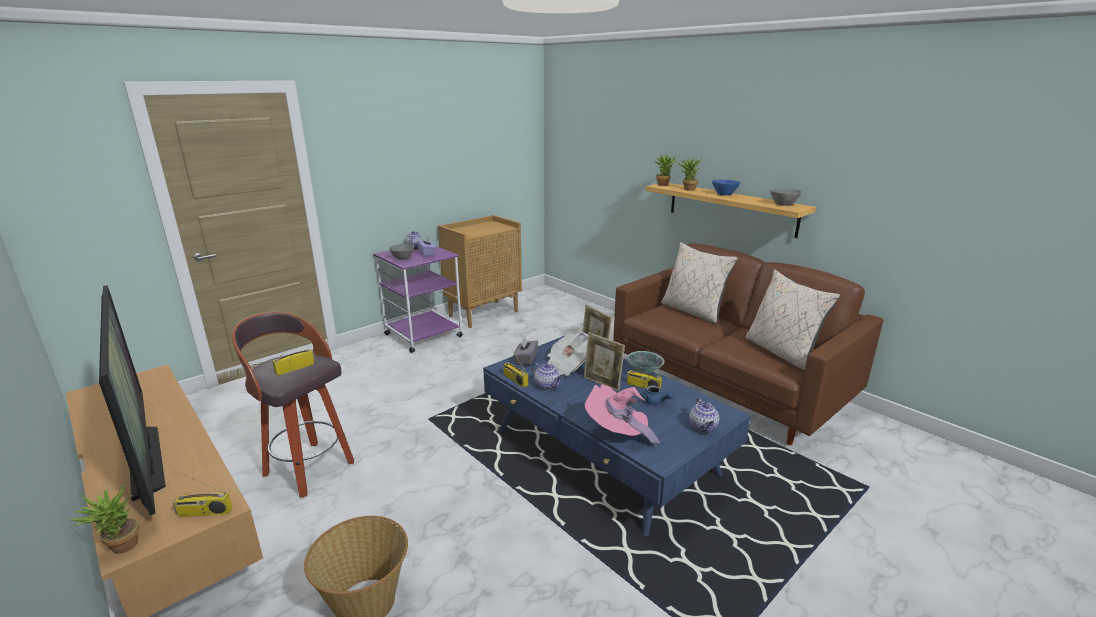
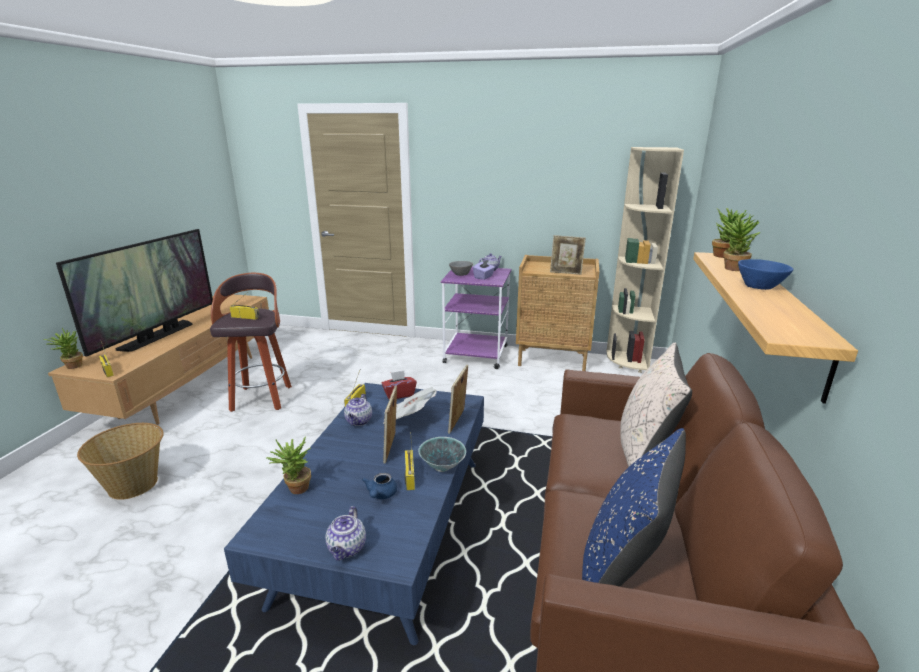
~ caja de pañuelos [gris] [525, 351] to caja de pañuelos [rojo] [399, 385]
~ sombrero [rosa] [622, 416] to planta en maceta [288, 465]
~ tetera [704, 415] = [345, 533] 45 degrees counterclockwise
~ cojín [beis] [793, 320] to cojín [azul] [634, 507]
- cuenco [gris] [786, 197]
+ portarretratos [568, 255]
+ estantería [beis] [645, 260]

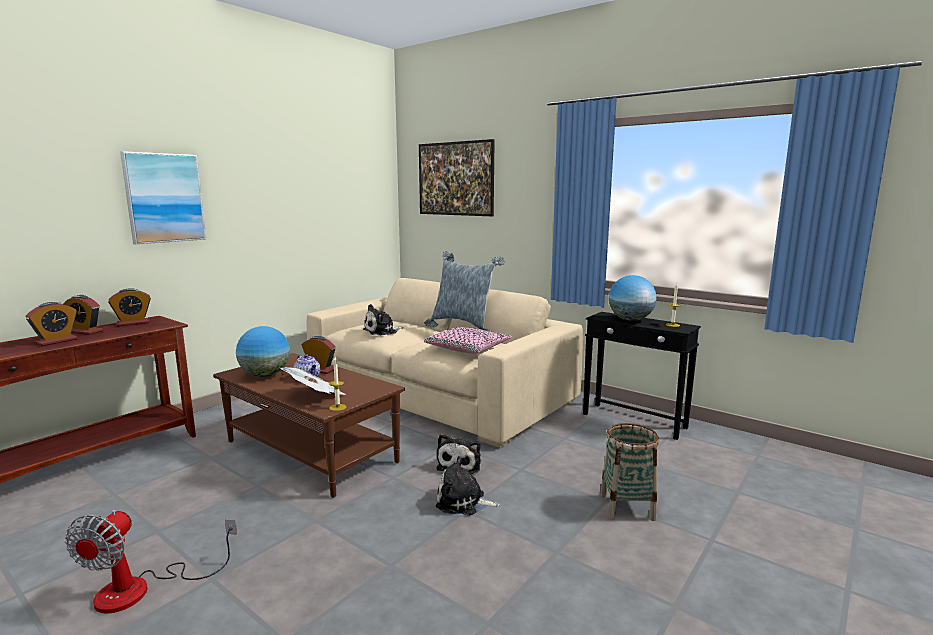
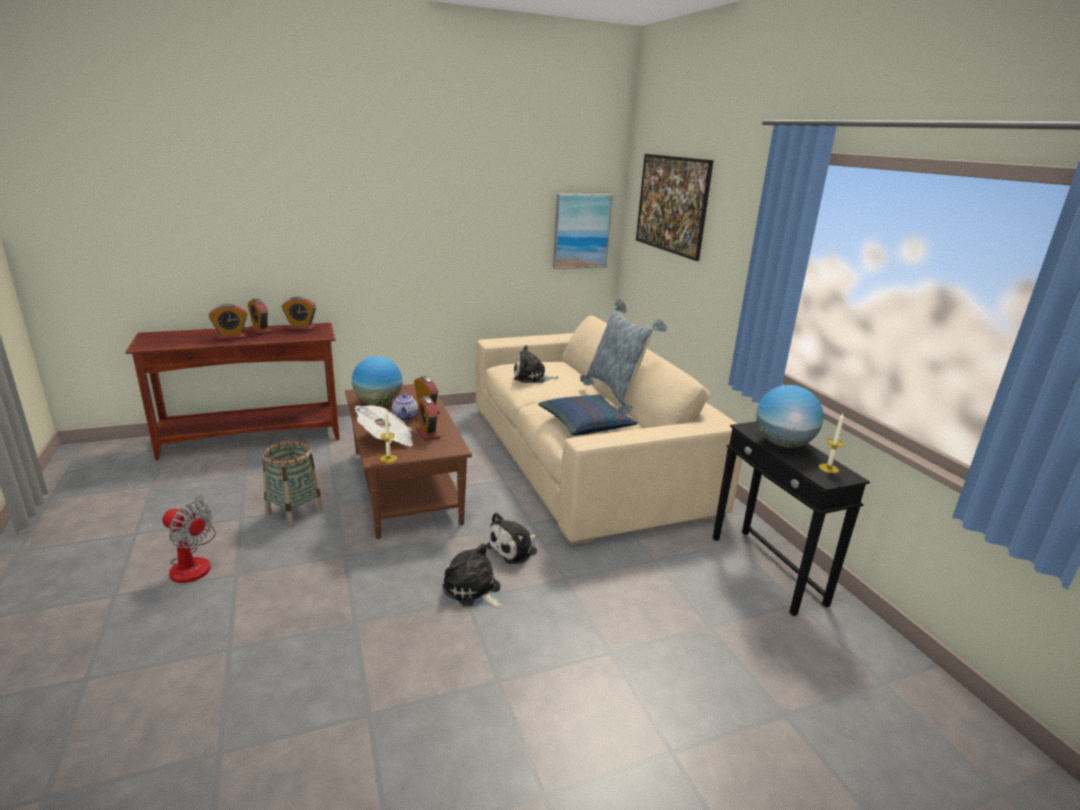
~ ventilador [151, 562] = [189, 538] 105 degrees counterclockwise
~ cuadro [163, 197] to [583, 231]
~ cojín [rosa] [468, 340] to cojín [azul] [588, 415]
~ cesta [629, 472] to [293, 484]
+ despertador [428, 418]

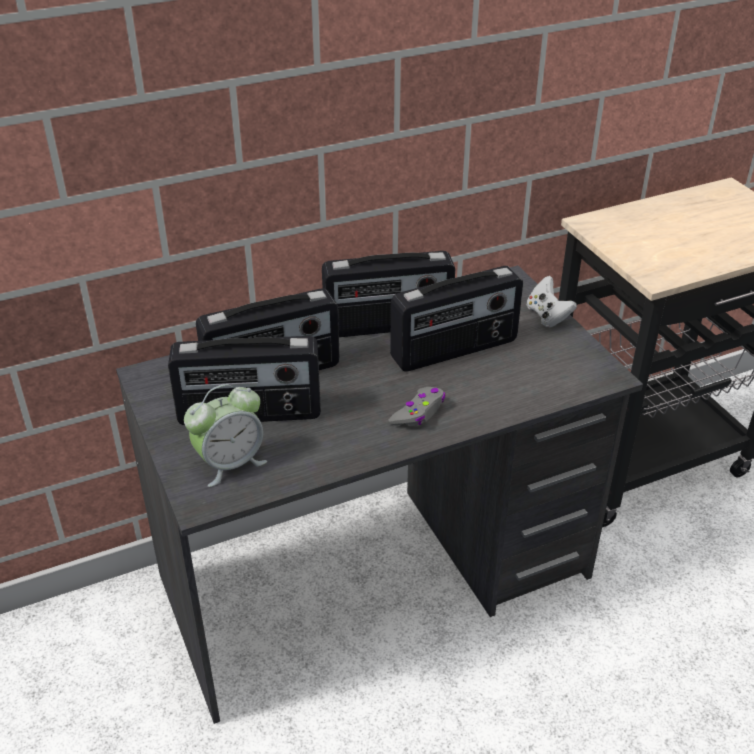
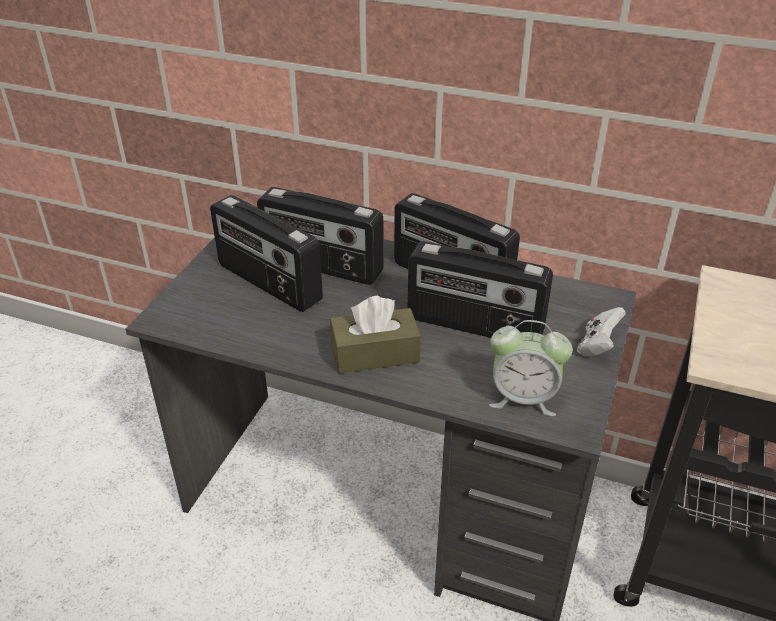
~ despertador [225, 435] to [531, 368]
~ mando de consola [gris] [417, 406] to caja de pañuelos [marrón] [375, 335]

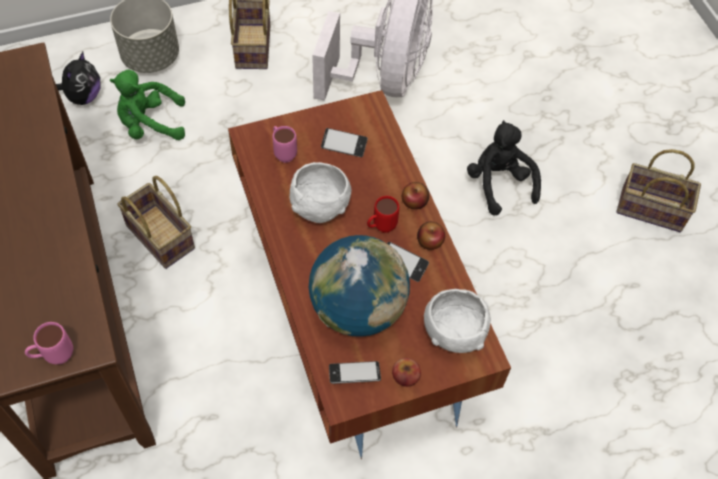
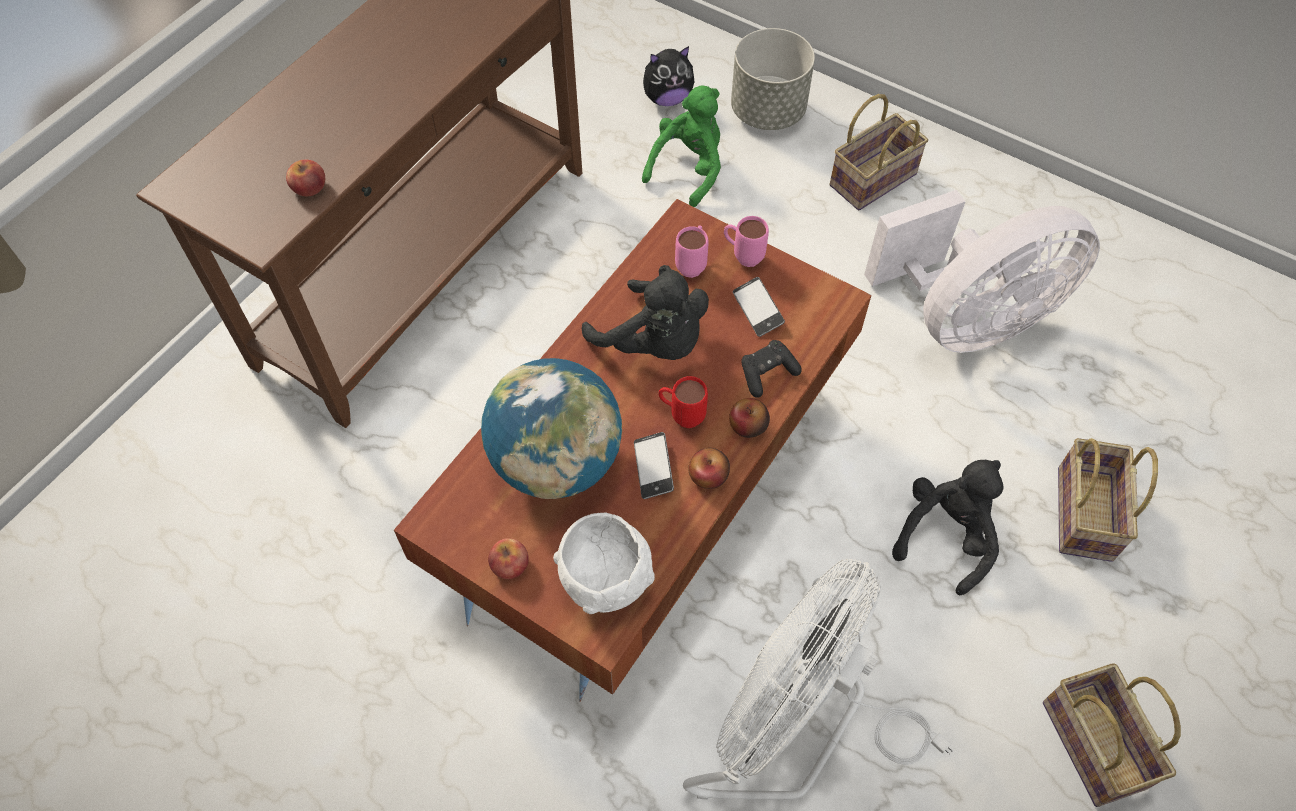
~ taza grande [rosa] [49, 343] to [746, 241]
~ peluche [verde] [147, 105] = [681, 146] 75 degrees clockwise
~ cesta [156, 222] to [1108, 500]
~ cuenco [blanco] [321, 192] to peluche [negro] [645, 312]
- móvil [355, 372]
+ manzana [305, 178]
+ ventilador [blanco] [817, 679]
+ mando de consola [negro] [772, 369]

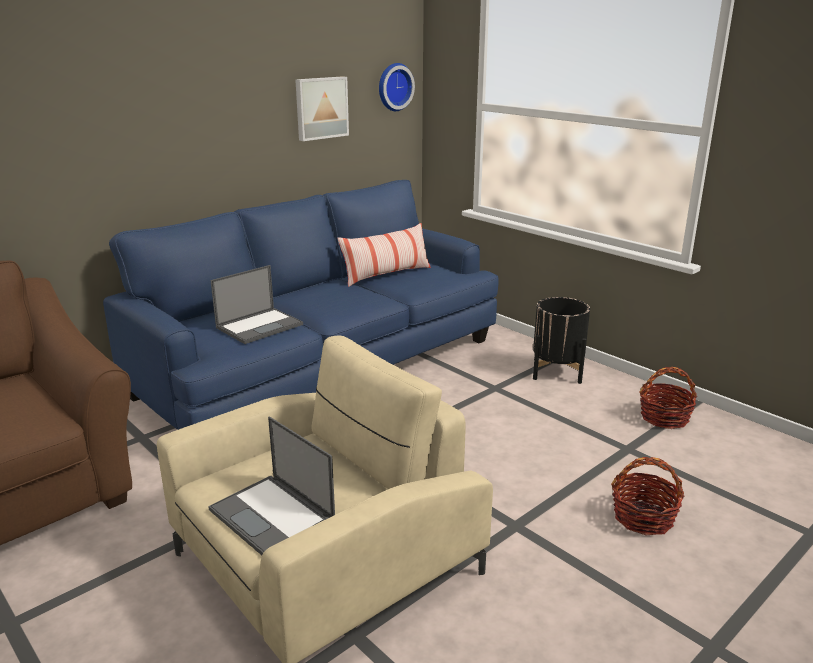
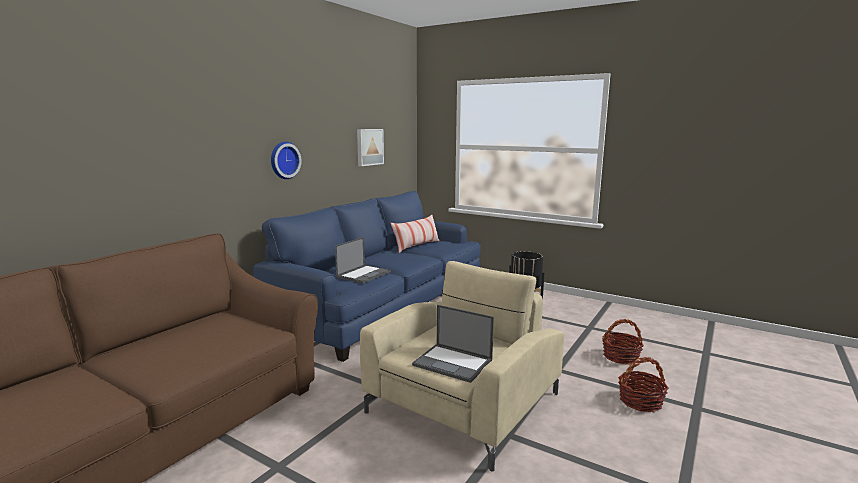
~ reloj de pared [397, 87] to [286, 160]
~ cesta [668, 398] to [643, 384]

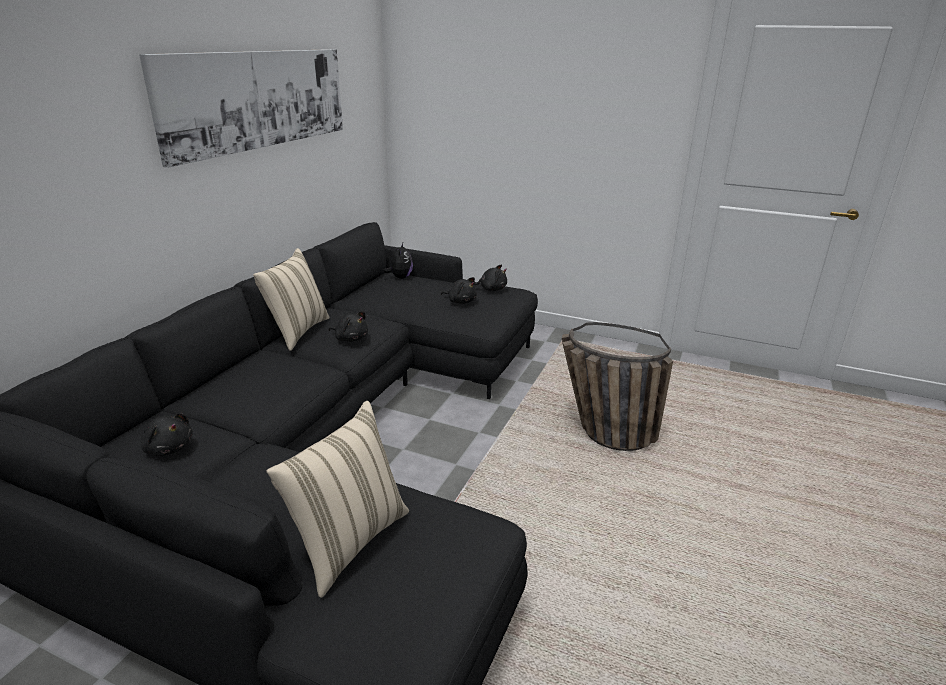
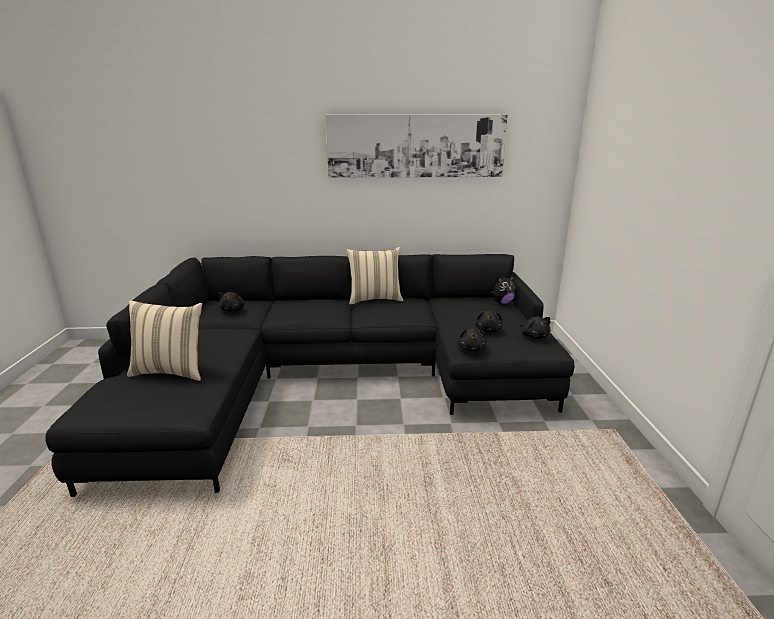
~ peluche [negro] [348, 326] to [472, 340]
- cesta [617, 386]

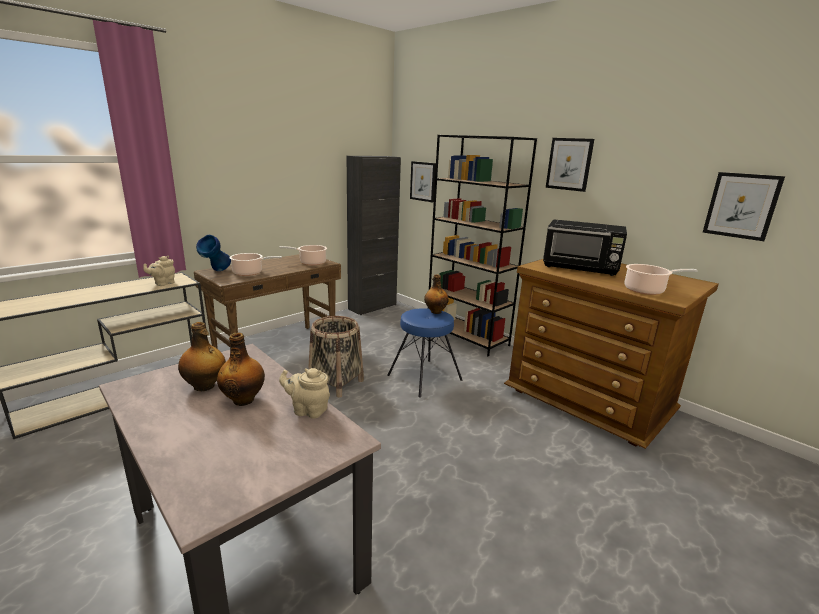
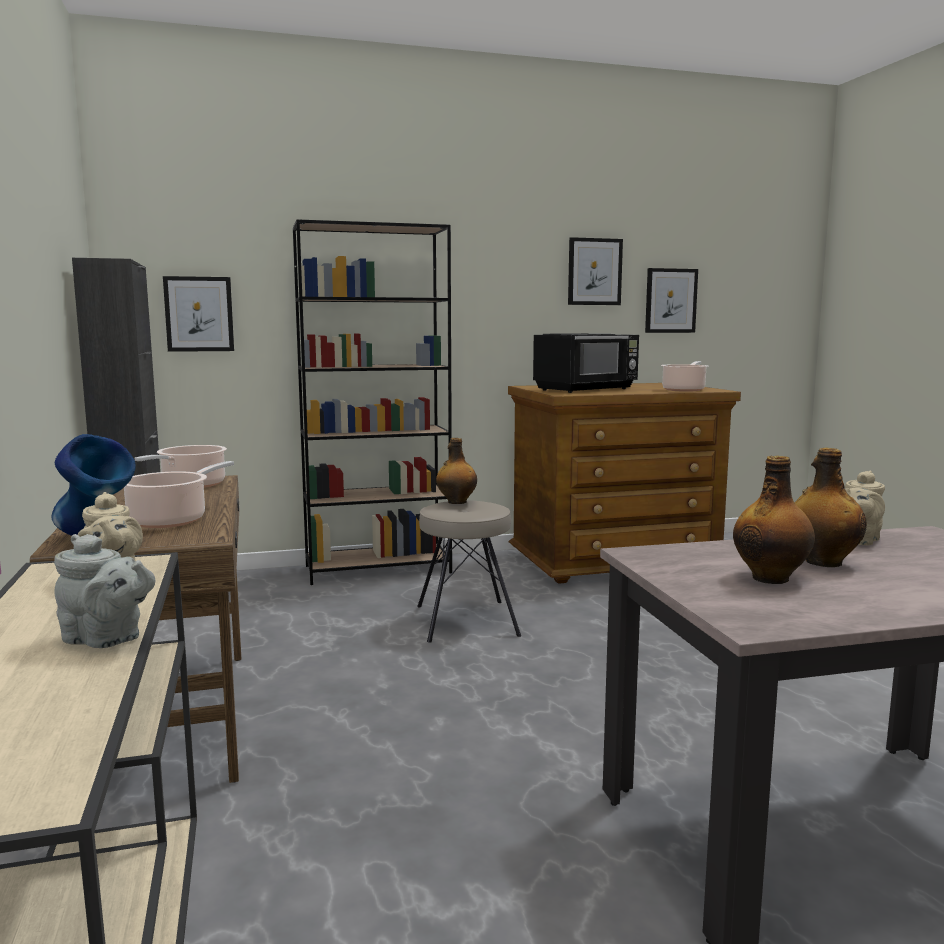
- cesta [336, 356]
~ taburete [azul] [425, 353] to taburete [beis] [469, 571]
~ cuadro [570, 165] to [595, 271]
+ tetera [gris] [105, 591]

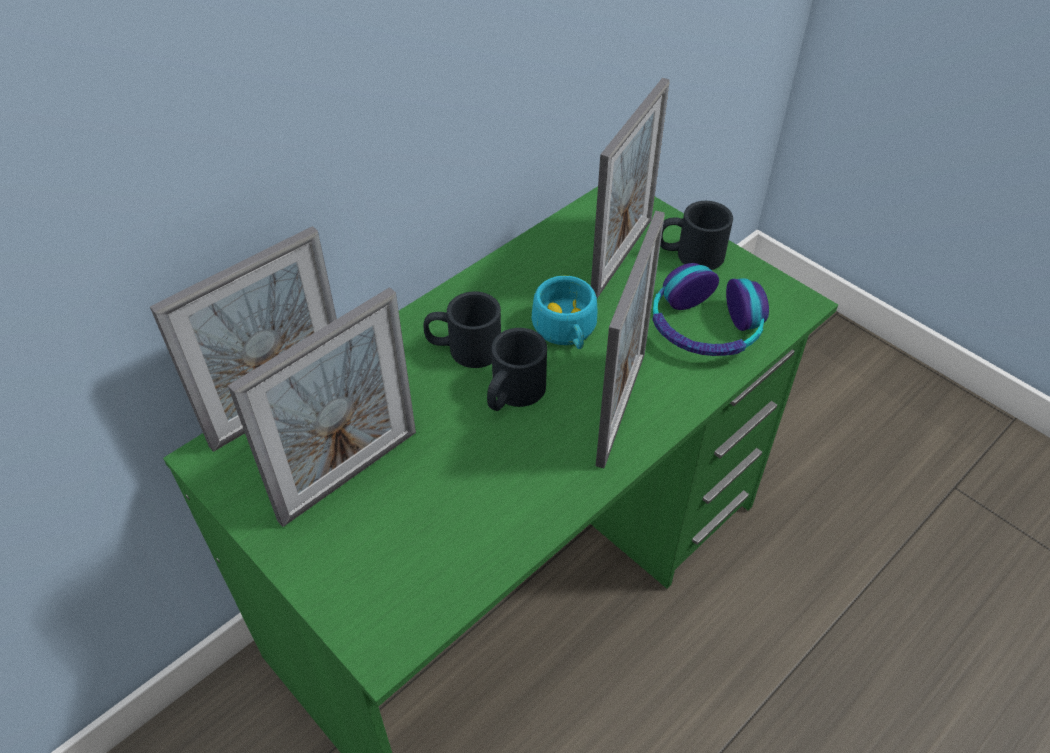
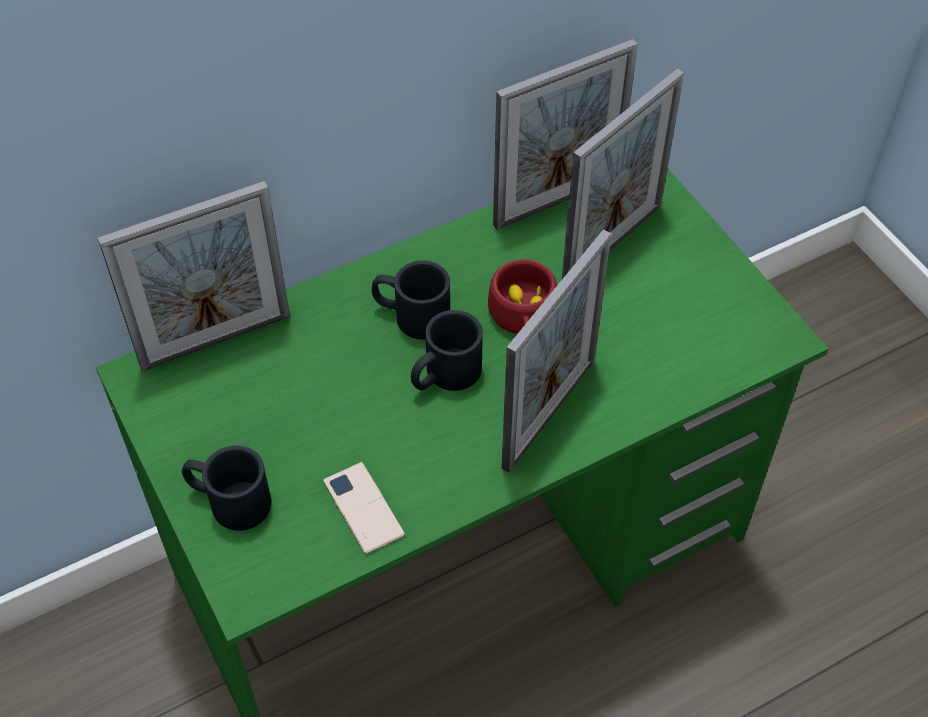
~ portarretratos [322, 407] to [565, 134]
~ taza [turquesa] [564, 312] to taza [rojo] [522, 296]
- auriculares [710, 309]
~ taza grande [negro] [696, 235] to [227, 488]
+ móvil [364, 508]

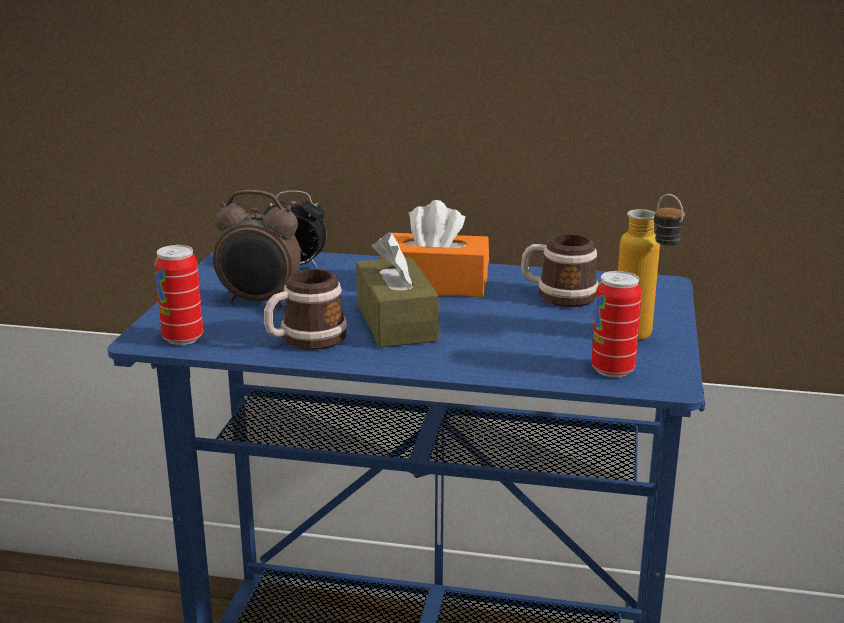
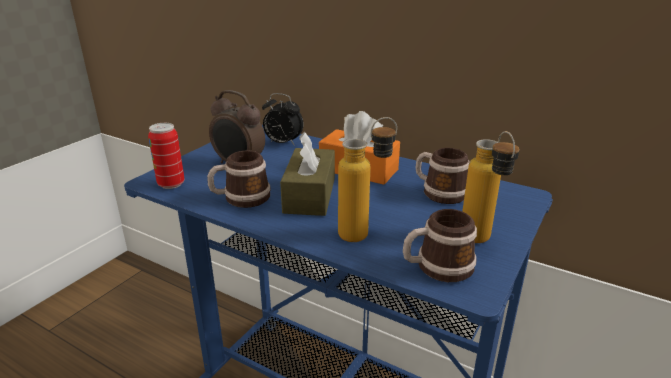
~ lata [616, 324] to taza grande [440, 245]
+ botella [367, 179]

